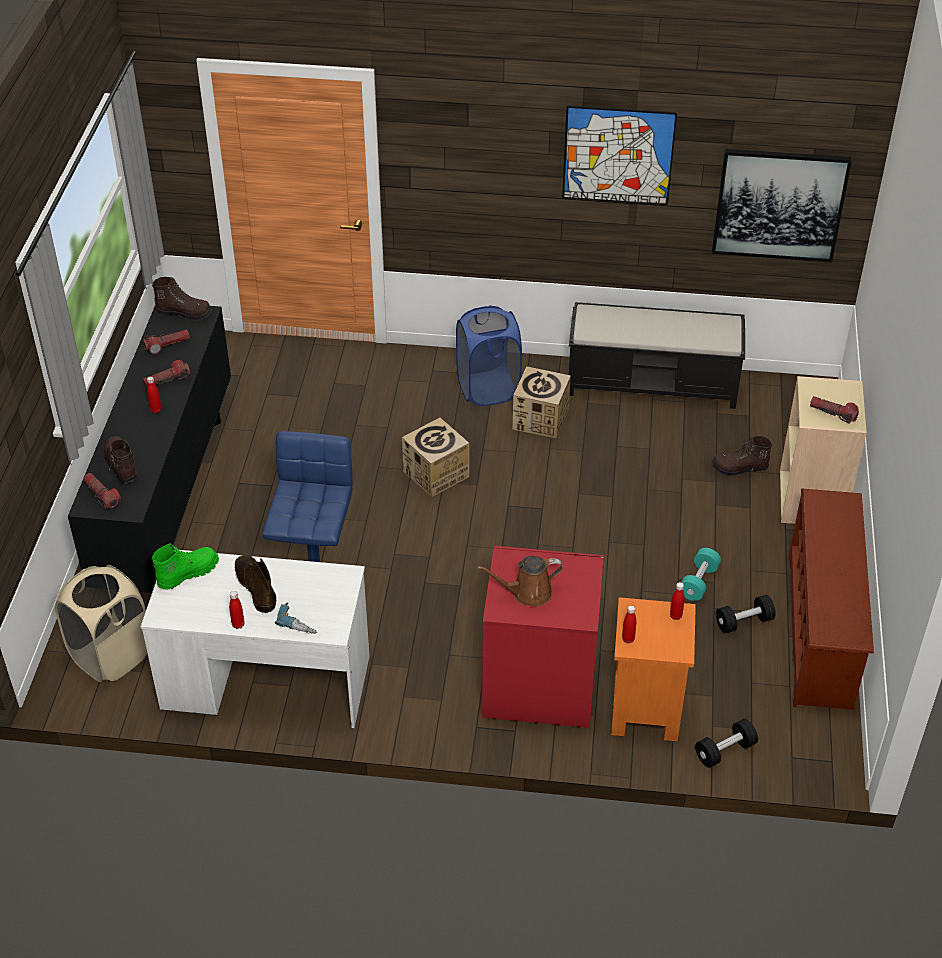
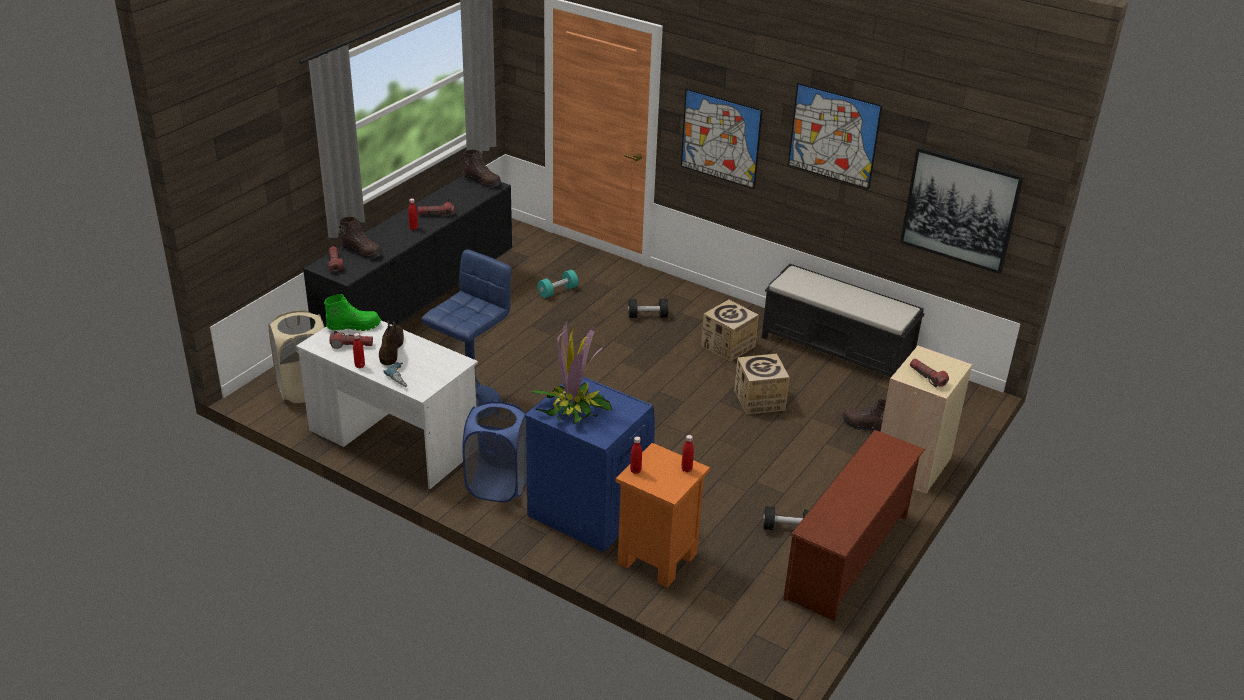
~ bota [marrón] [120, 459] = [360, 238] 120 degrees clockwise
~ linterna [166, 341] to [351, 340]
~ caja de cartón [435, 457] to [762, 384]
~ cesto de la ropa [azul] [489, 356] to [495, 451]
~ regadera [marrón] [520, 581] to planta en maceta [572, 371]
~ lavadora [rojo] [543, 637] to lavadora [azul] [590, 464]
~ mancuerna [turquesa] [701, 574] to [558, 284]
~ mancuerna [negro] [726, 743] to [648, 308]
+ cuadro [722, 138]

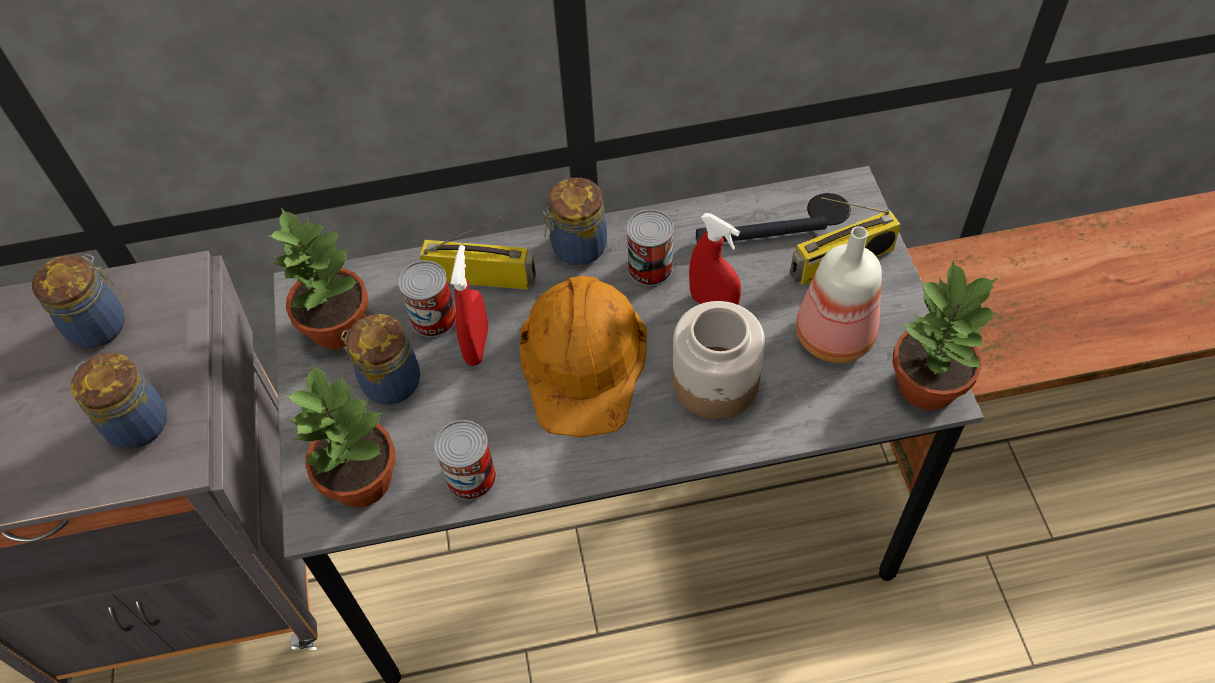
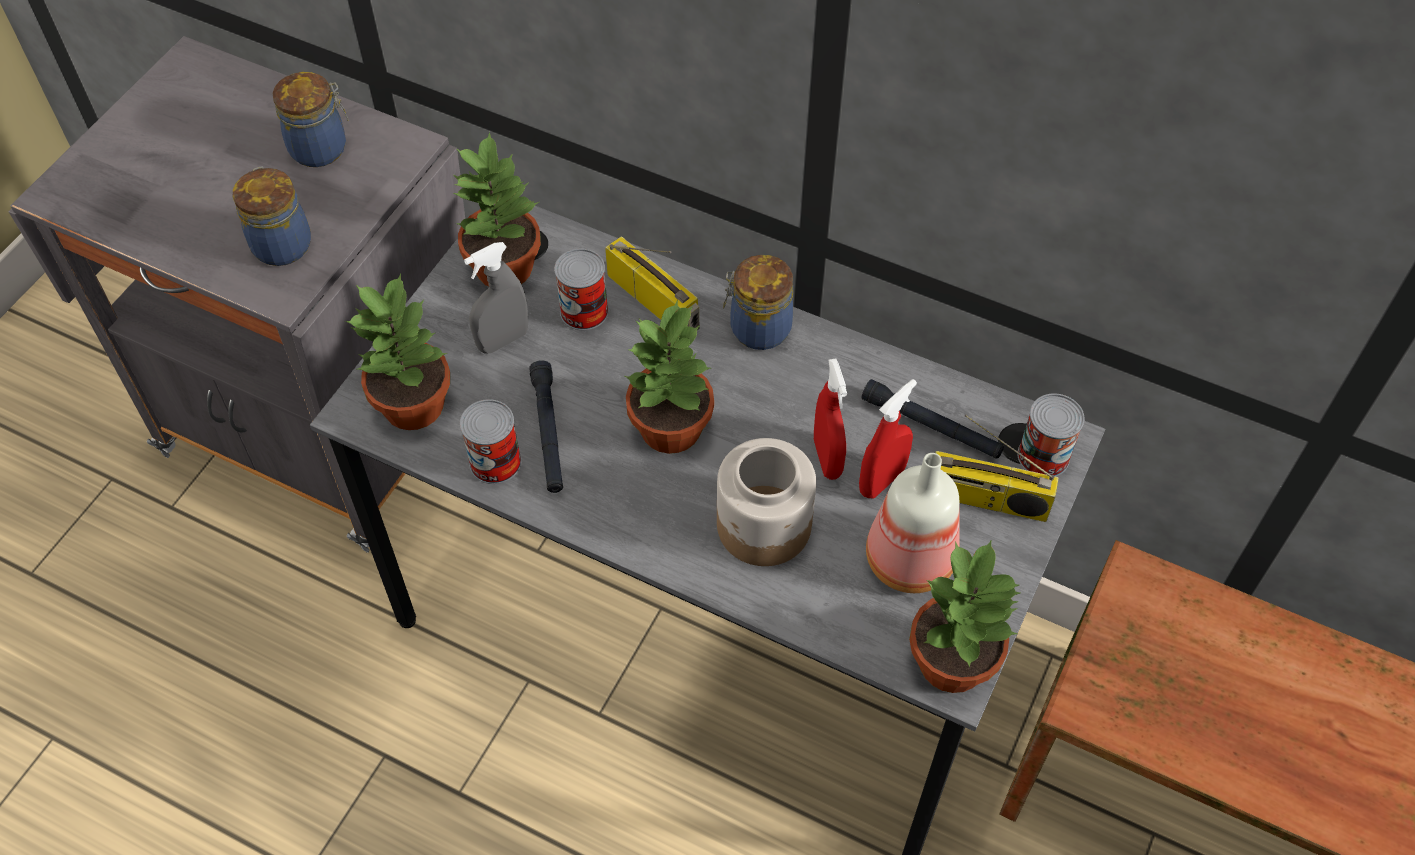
~ tarro [380, 359] to pulverizador [gris] [496, 298]
~ pulverizador [rojo] [469, 305] to [888, 438]
~ casco [naranja] [583, 356] to planta en maceta [669, 377]
~ lata [650, 248] to [1051, 435]
+ linterna [negro] [546, 426]

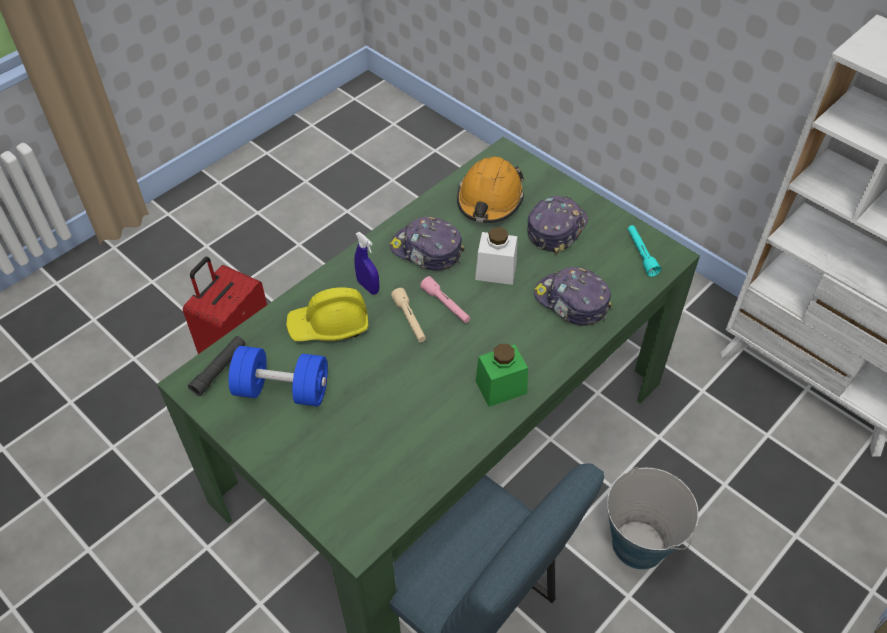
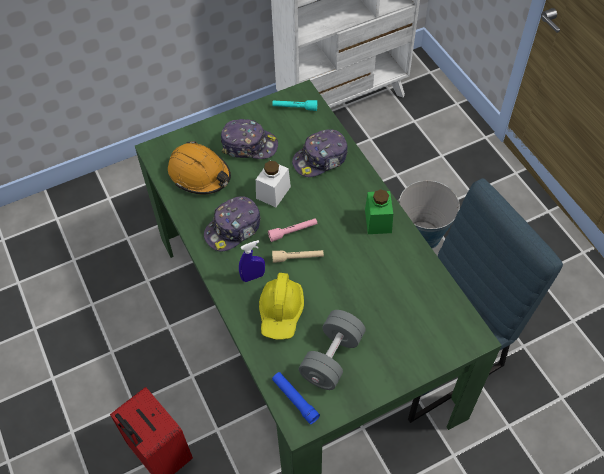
~ linterna [negro] [217, 366] to linterna [azul] [296, 398]
~ mancuerna [azul] [278, 376] to mancuerna [gris] [332, 350]
~ gorra [557, 225] = [249, 139] 135 degrees clockwise

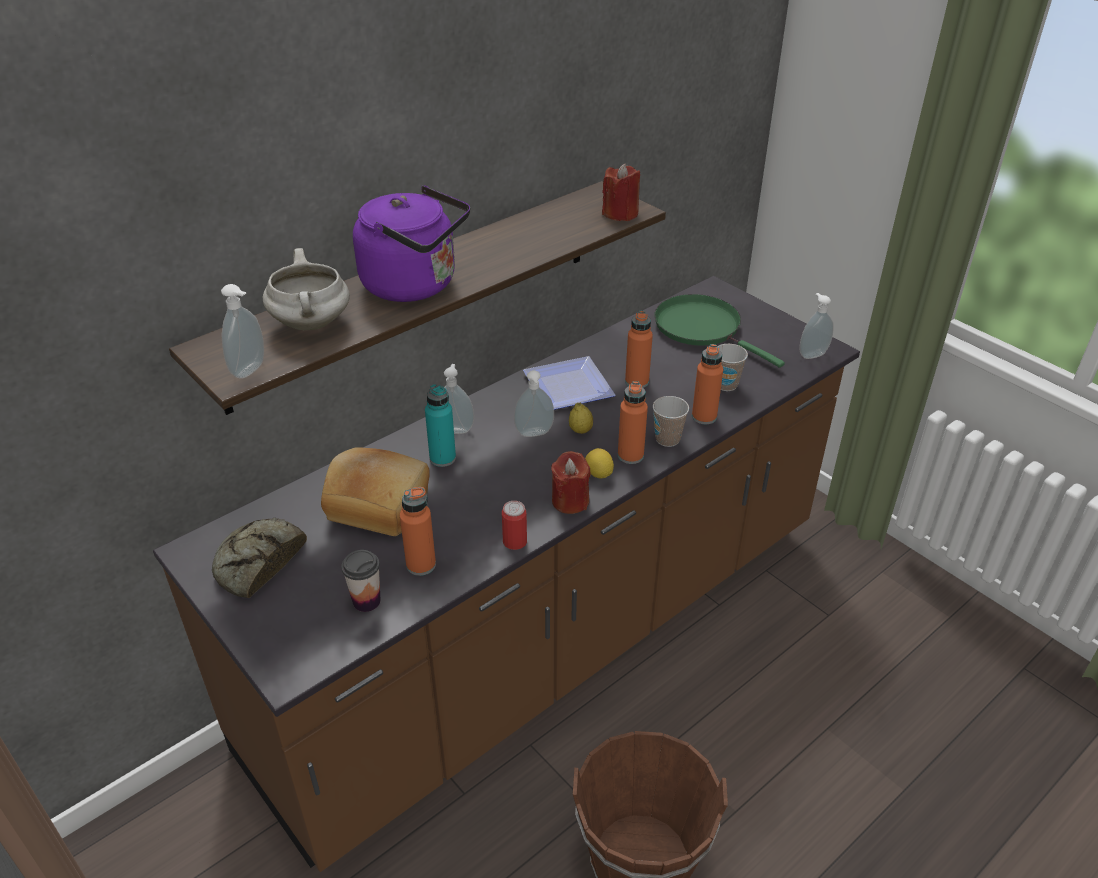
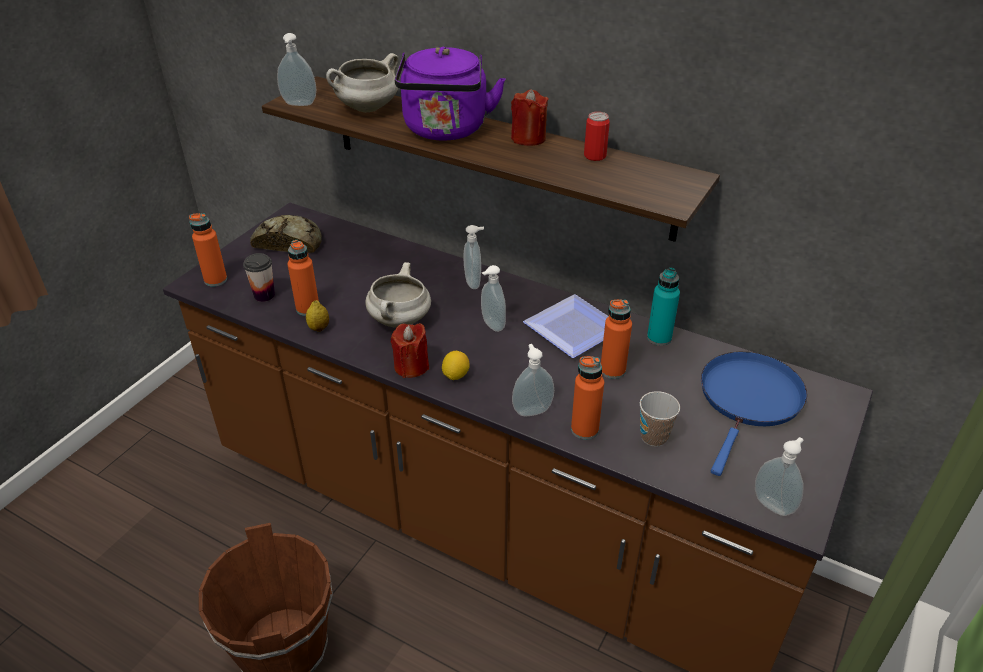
- pan [375, 491]
~ botella [turquesa] [440, 425] to [663, 306]
~ lata [514, 525] to [597, 136]
~ limón [581, 418] to [317, 316]
~ vela [rojo] [621, 192] to [529, 117]
~ botella [naranja] [633, 422] to [208, 250]
~ taza [671, 421] to dispensador de jabón [533, 380]
~ sartén [verde] [719, 331] to sartén [azul] [754, 414]
+ olla [blanco] [398, 295]

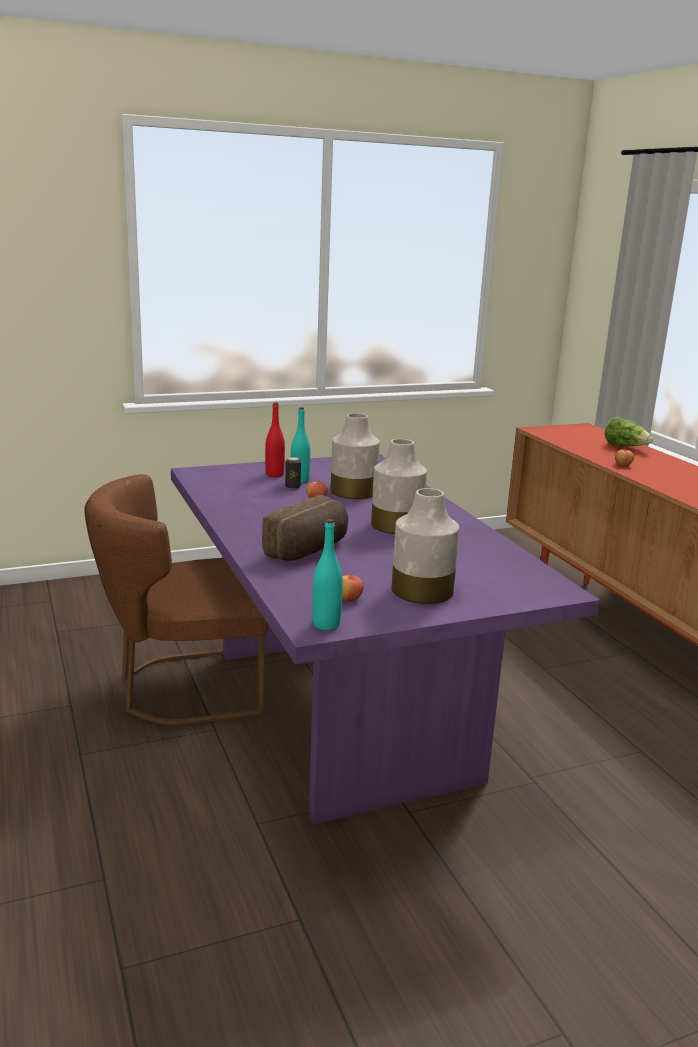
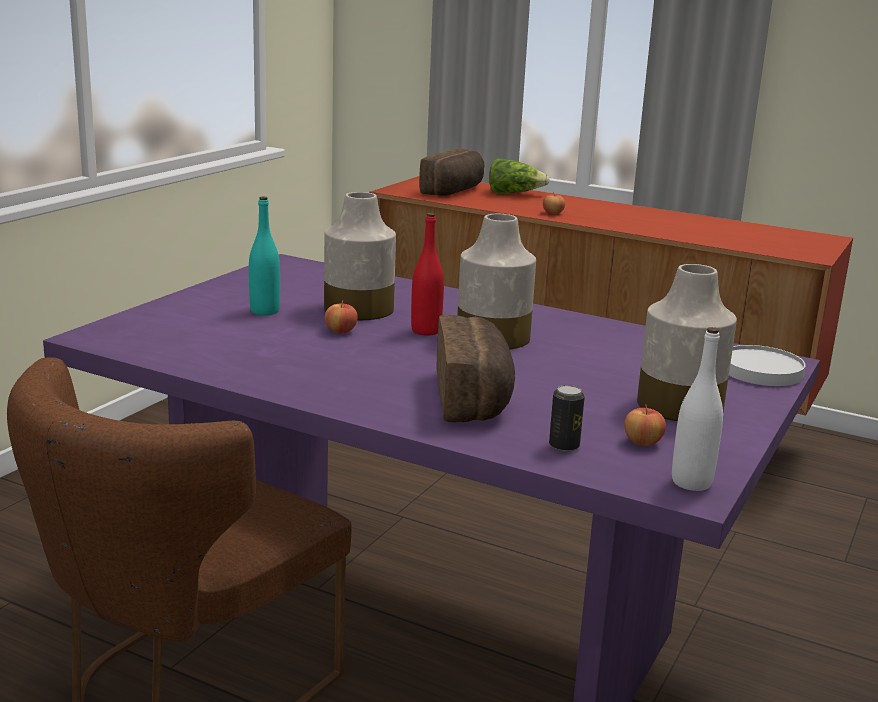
~ botella [rojo] [275, 439] to [427, 274]
~ lata [293, 473] to [567, 418]
~ botella [turquesa] [327, 574] to botella [blanco] [697, 409]
+ pan [451, 172]
+ plato [blanco] [767, 365]

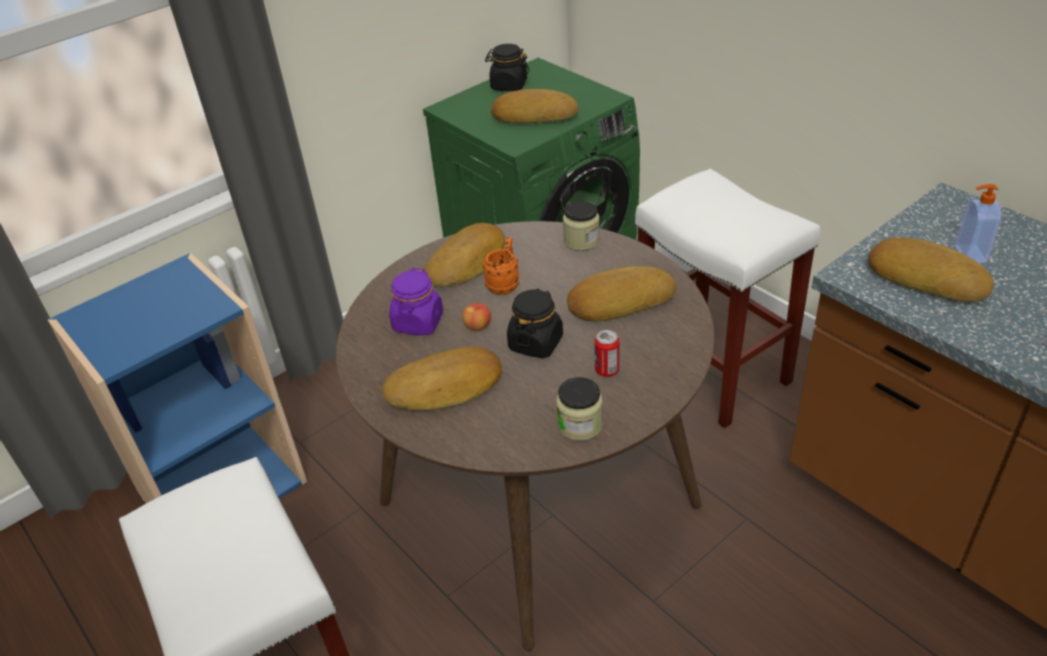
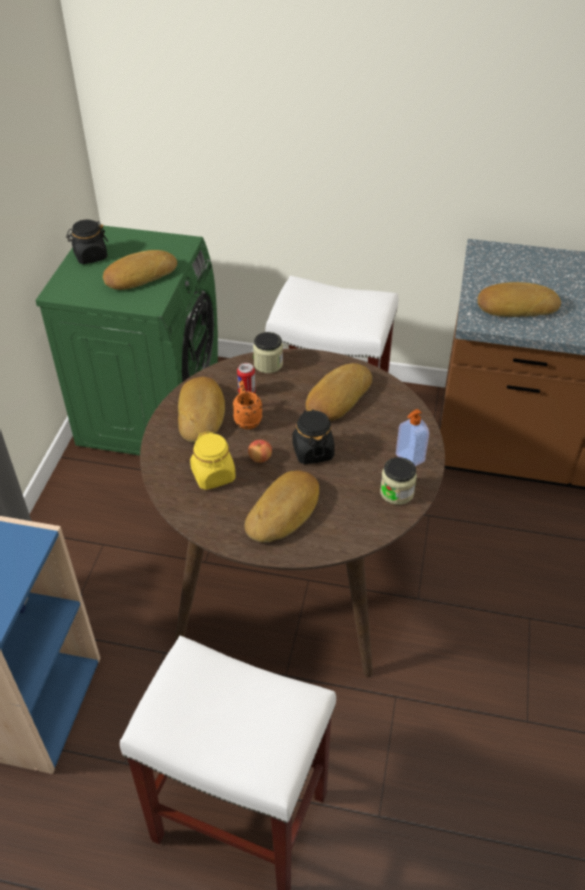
~ tarro [morado] [416, 301] to tarro [amarillo] [213, 460]
~ lata [607, 353] to [246, 378]
~ dispensador de jabón [978, 223] to [412, 437]

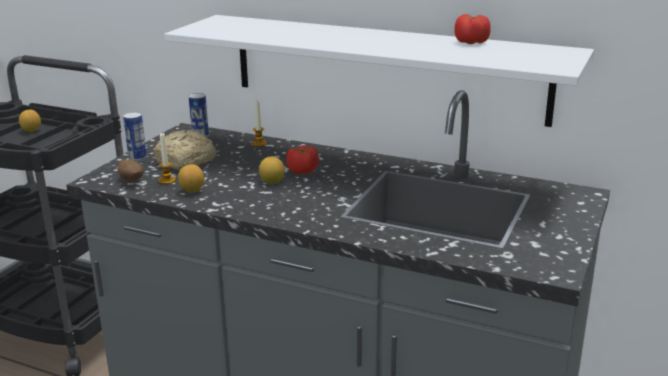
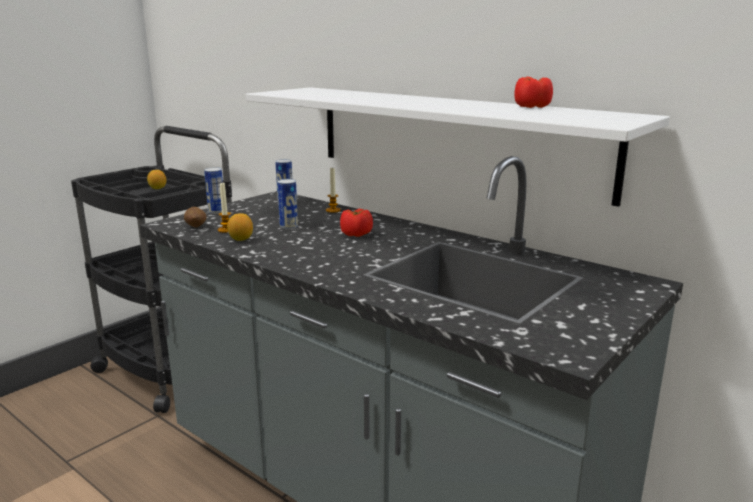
- pan [184, 150]
- limón [272, 170]
+ lata [287, 204]

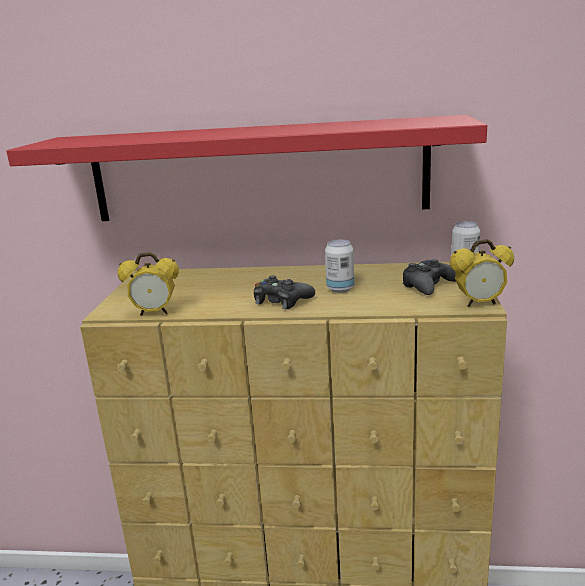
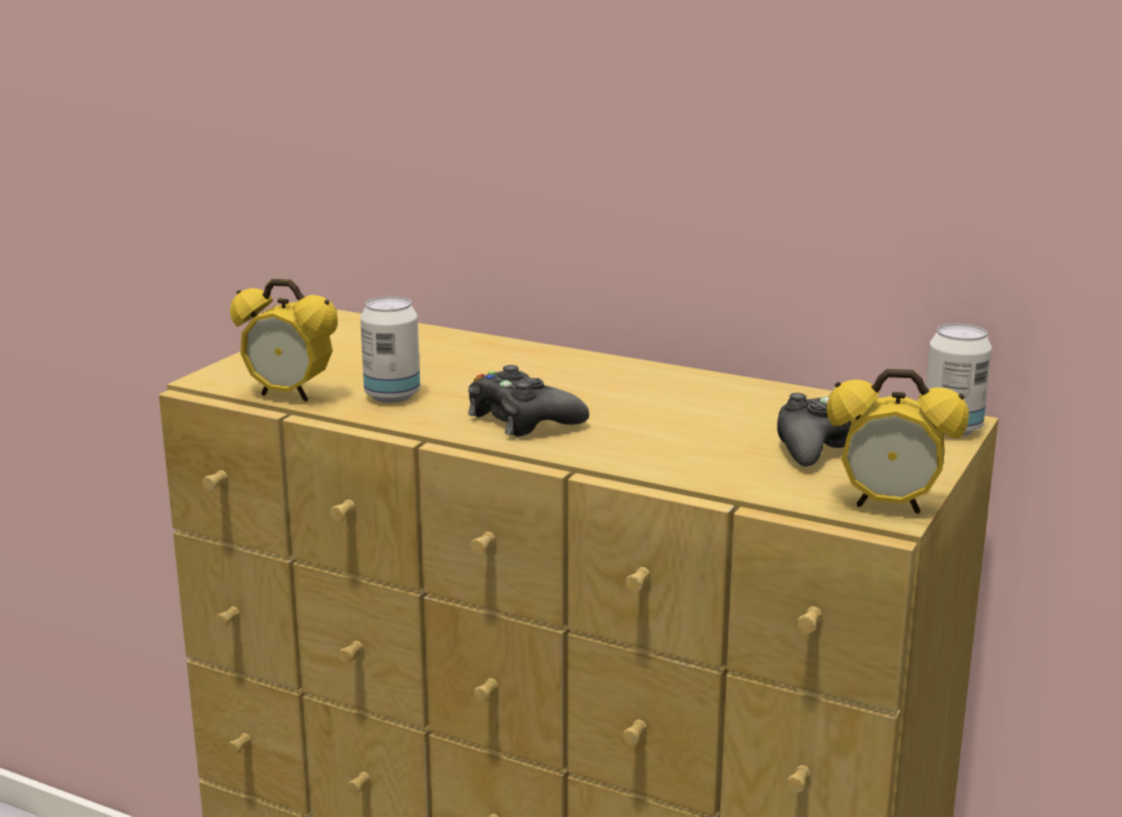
- estante [rojo] [246, 168]
~ lata [339, 266] to [390, 349]

